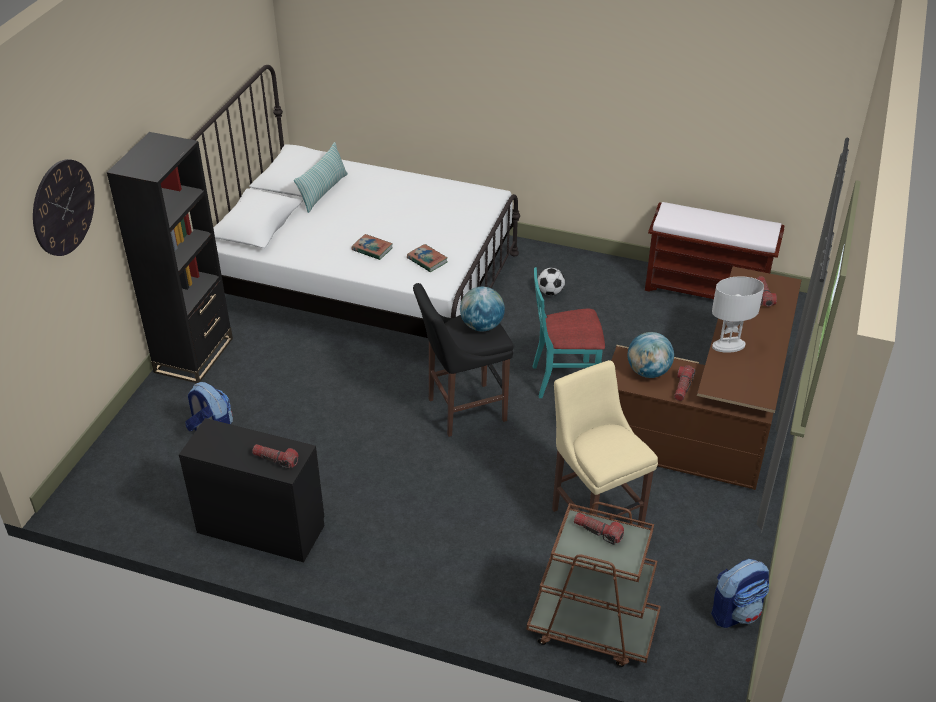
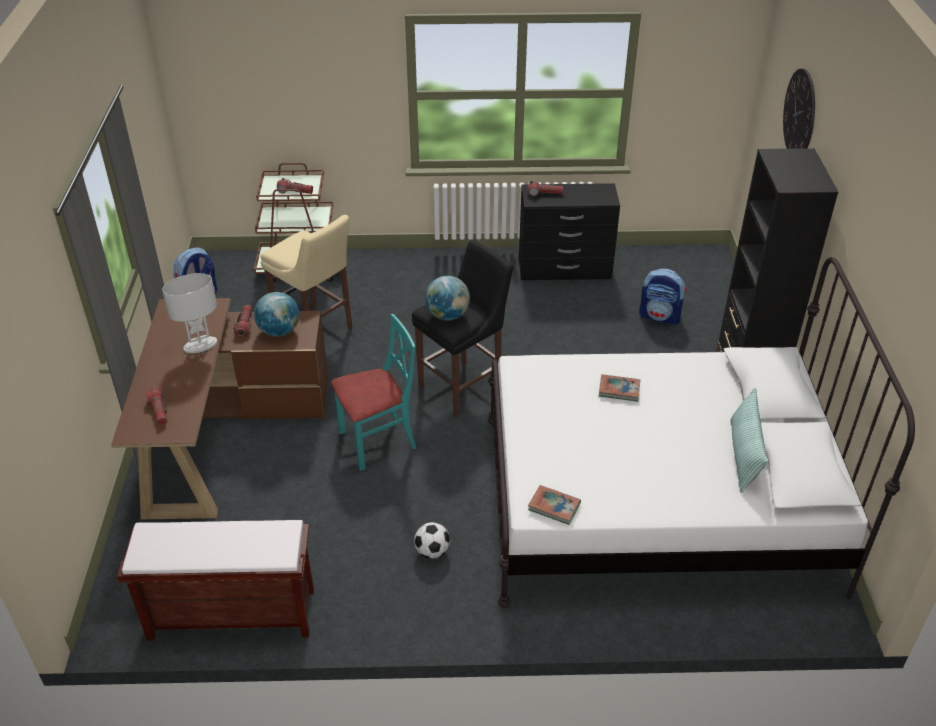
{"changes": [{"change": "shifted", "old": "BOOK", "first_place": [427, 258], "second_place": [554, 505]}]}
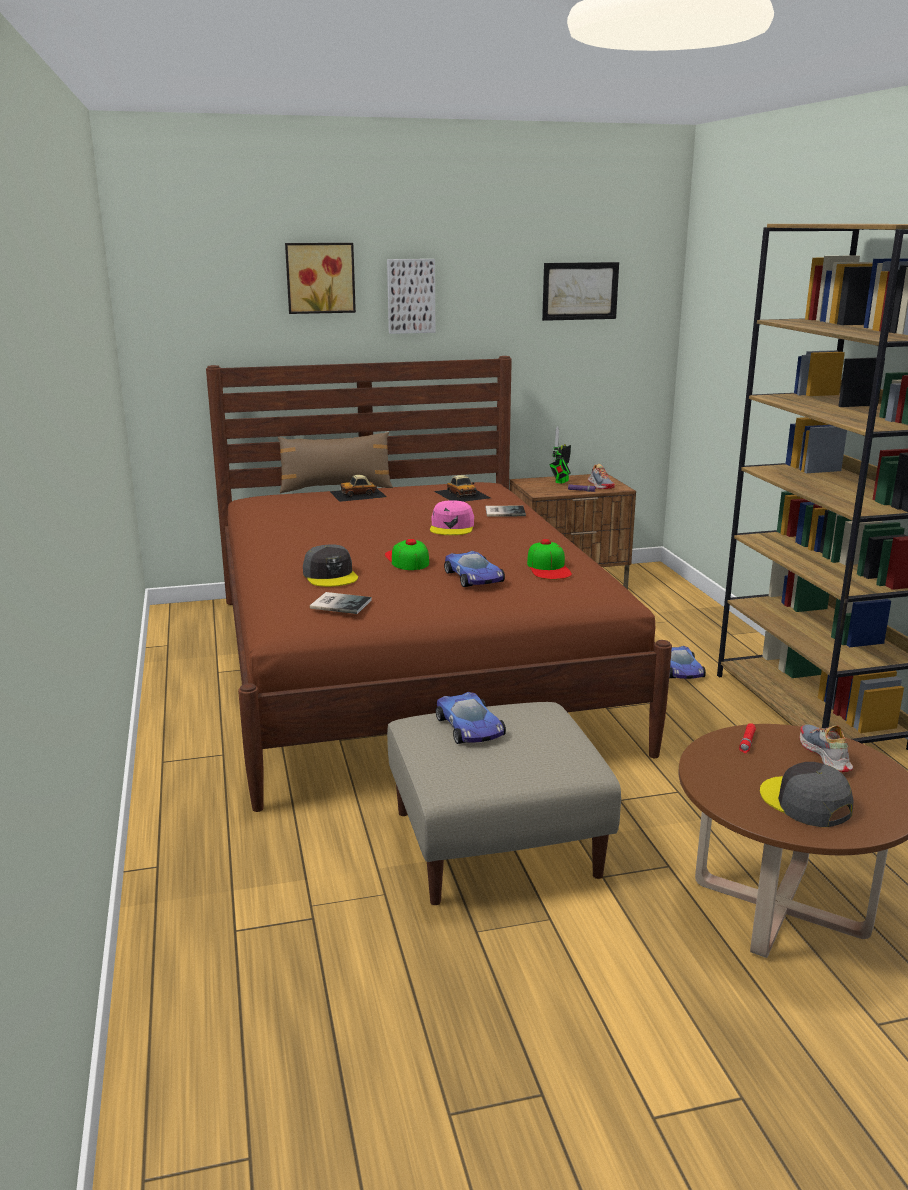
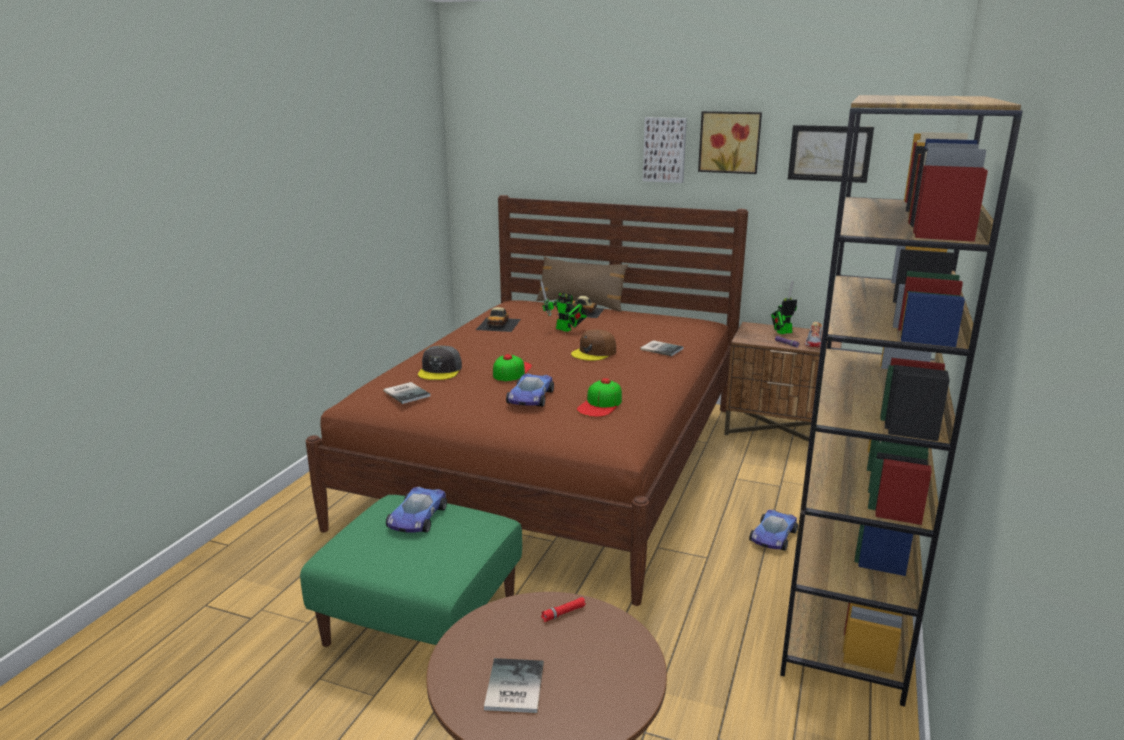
{"changes": [{"change": "shifted", "old": "PICTURE", "first_place": [320, 278], "second_place": [730, 142]}, {"change": "repainted", "old": "BEIGE OTTOMAN", "new": "GREEN OTTOMAN", "first_place": [504, 803], "second_place": [411, 571]}, {"change": "repainted", "old": "PINK CAP", "new": "BROWN CAP", "first_place": [452, 517], "second_place": [593, 345]}, {"change": "shifted", "old": "TOY CAR", "first_place": [462, 488], "second_place": [498, 319]}, {"change": "swapped", "old": "GREY CAP", "new": "BOOK", "first_place": [807, 794], "second_place": [514, 685]}, {"change": "gone", "old": "SHOE", "first_place": [826, 748]}, {"change": "new", "new": "TOY ROBOT", "second_place": [563, 306]}]}
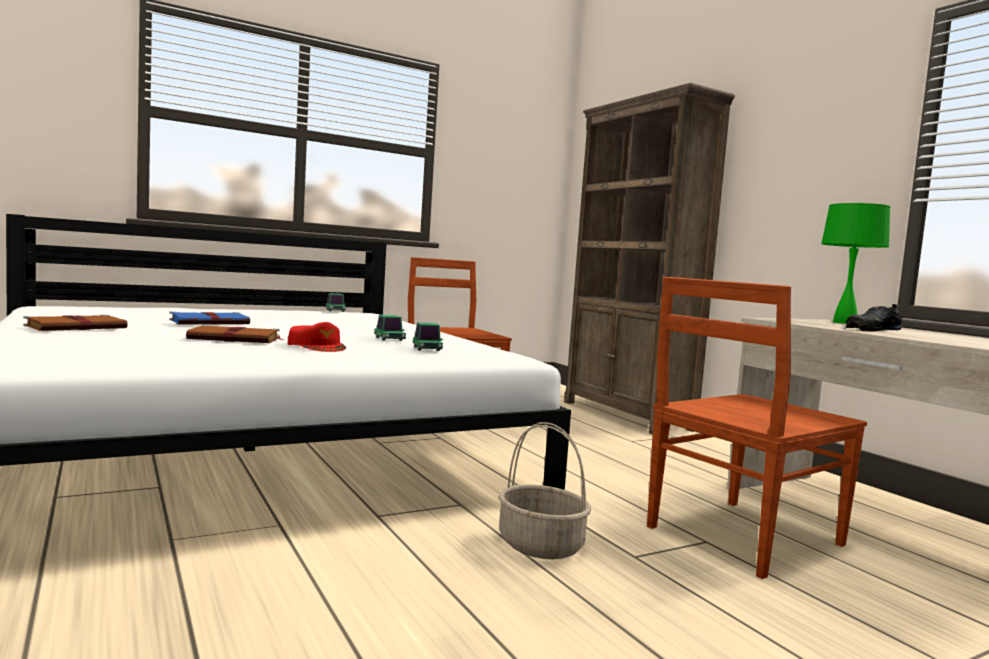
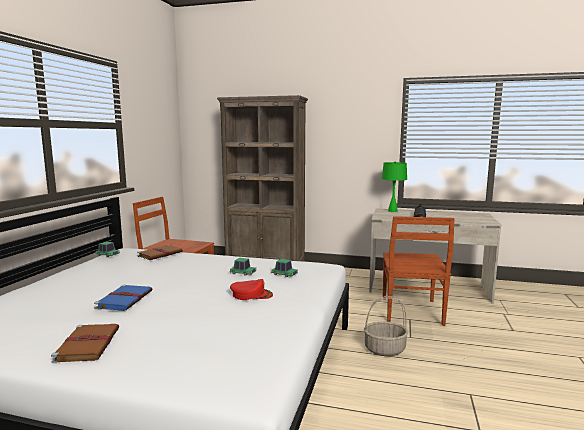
{"changes": [{"change": "shifted", "old": "BROWN BOOK", "first_place": [234, 334], "second_place": [160, 252]}]}
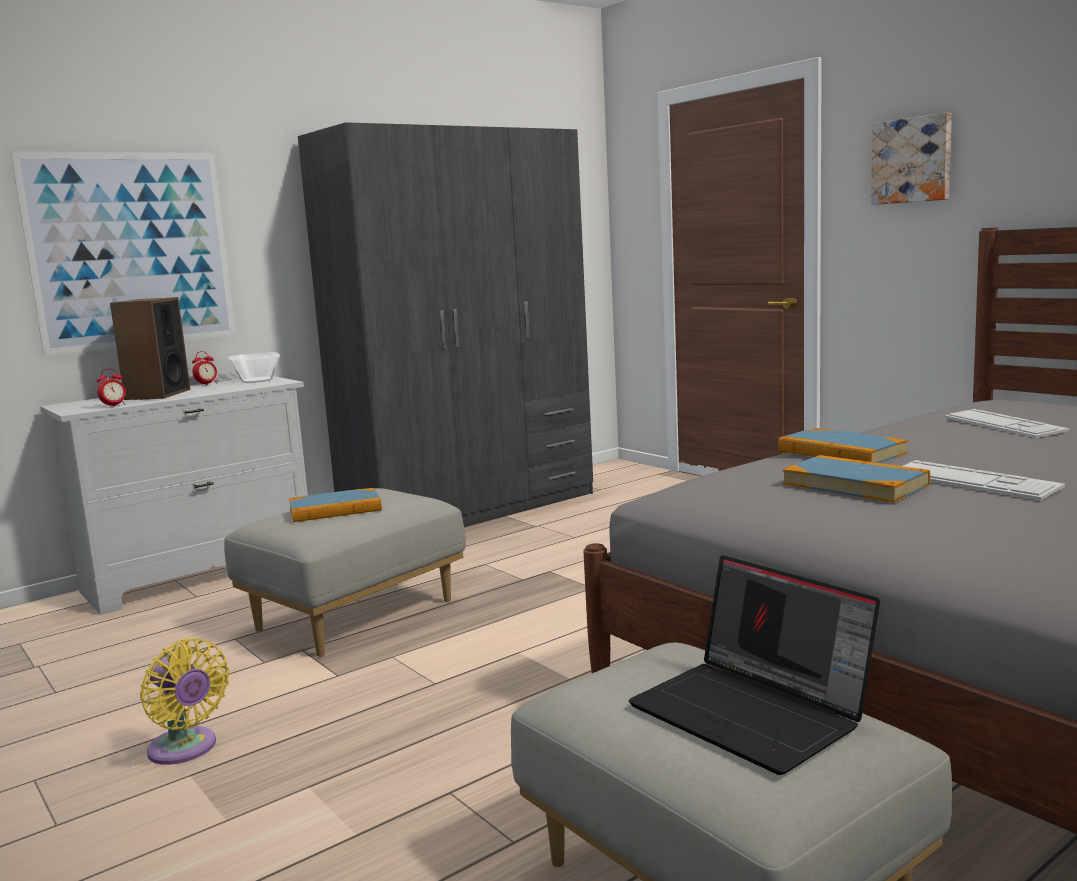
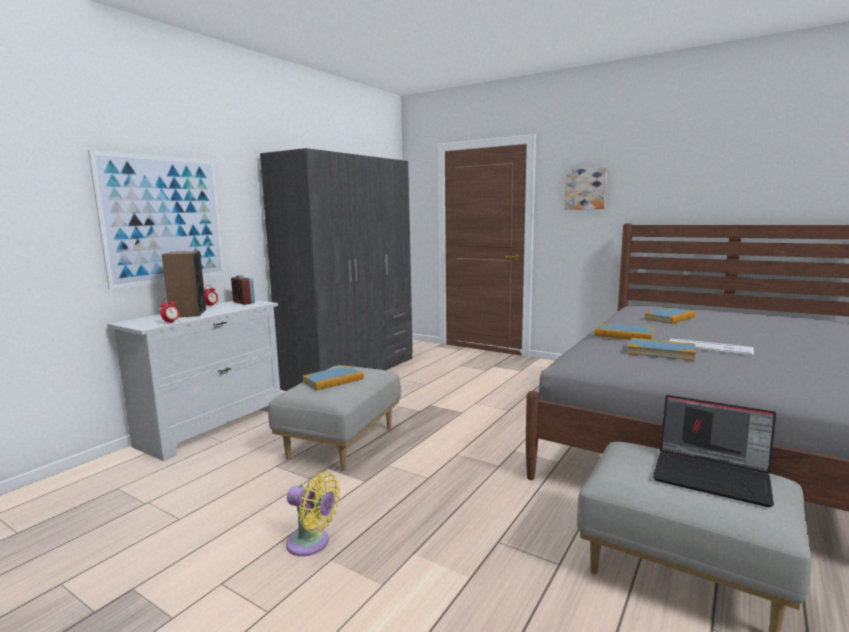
{"changes": [{"change": "swapped", "old": "BOWL", "new": "ALARM CLOCK", "first_place": [254, 367], "second_place": [243, 290]}, {"change": "swapped", "old": "KEYBOARD", "new": "BOOK", "first_place": [1006, 423], "second_place": [670, 316]}]}
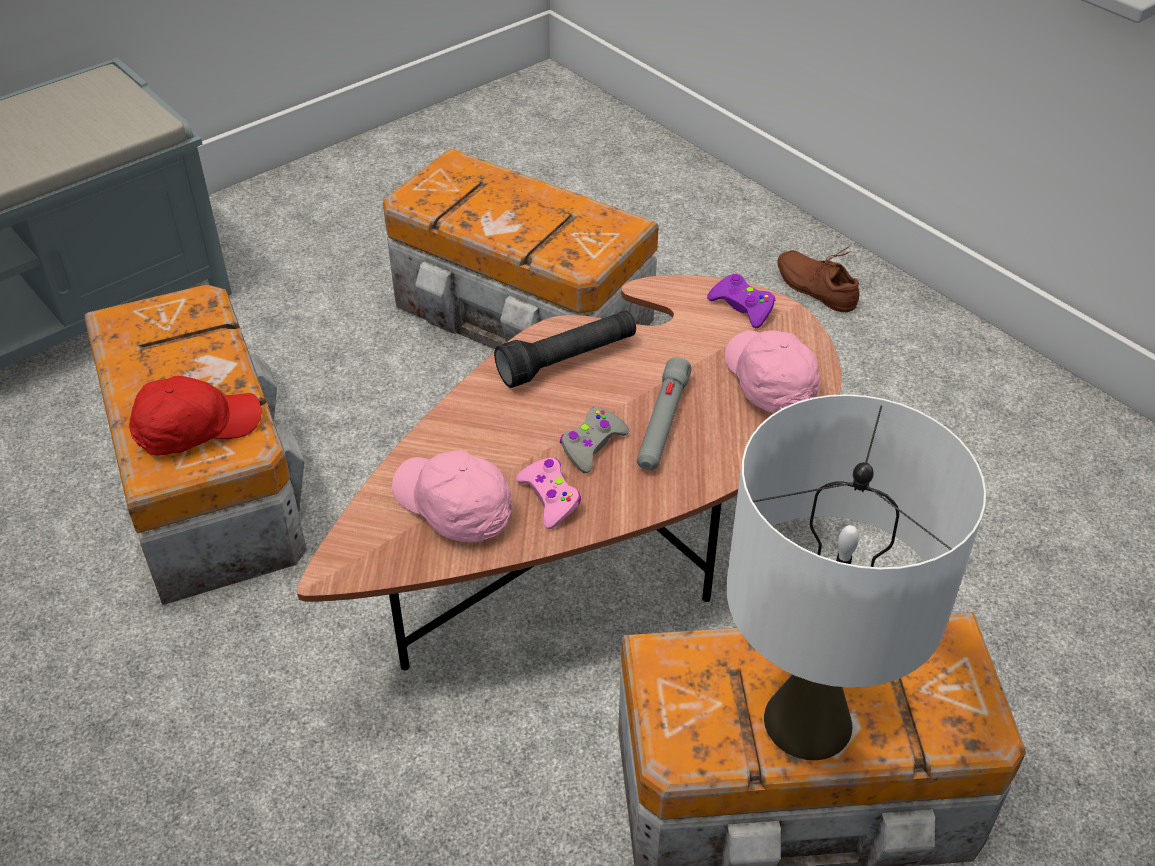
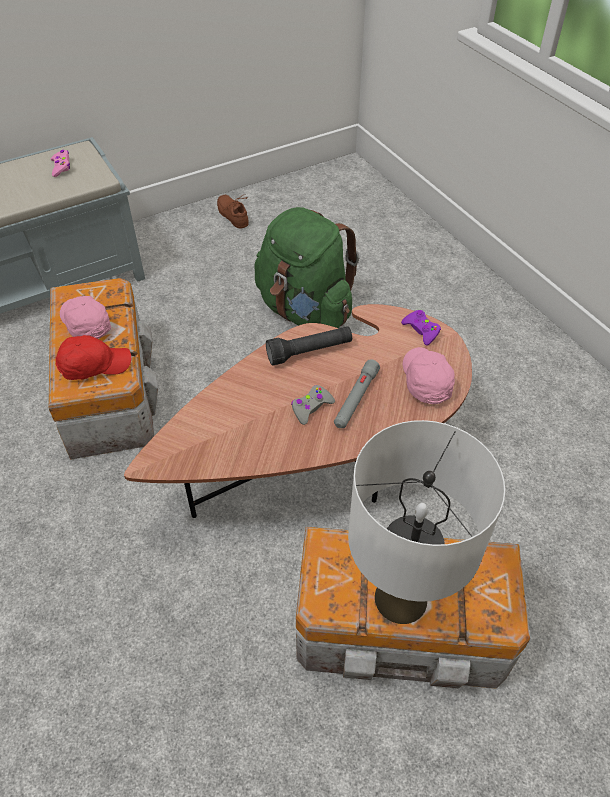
{"changes": [{"change": "swapped", "old": "STORAGE BOX", "new": "GREEN BACKPACK", "first_place": [521, 248], "second_place": [306, 267]}, {"change": "shifted", "old": "PINK CAP", "first_place": [452, 496], "second_place": [85, 317]}, {"change": "shifted", "old": "PINK GAME CONTROLLER", "first_place": [548, 493], "second_place": [60, 163]}, {"change": "shifted", "old": "BROWN SHOE", "first_place": [818, 279], "second_place": [233, 211]}]}
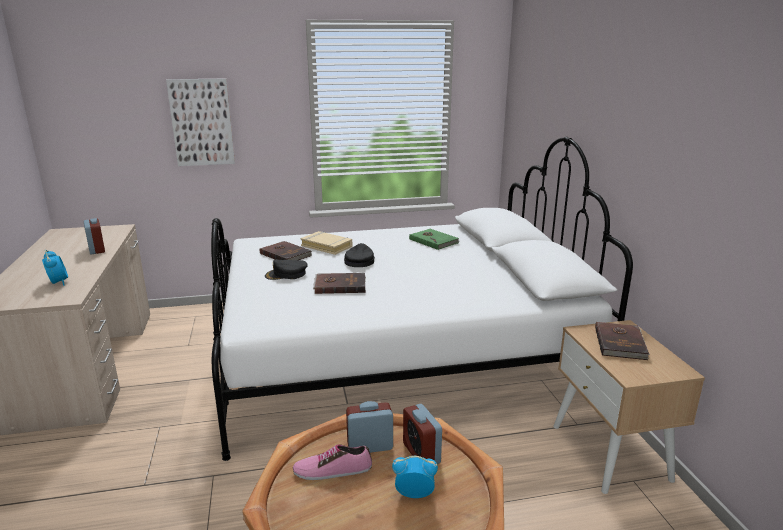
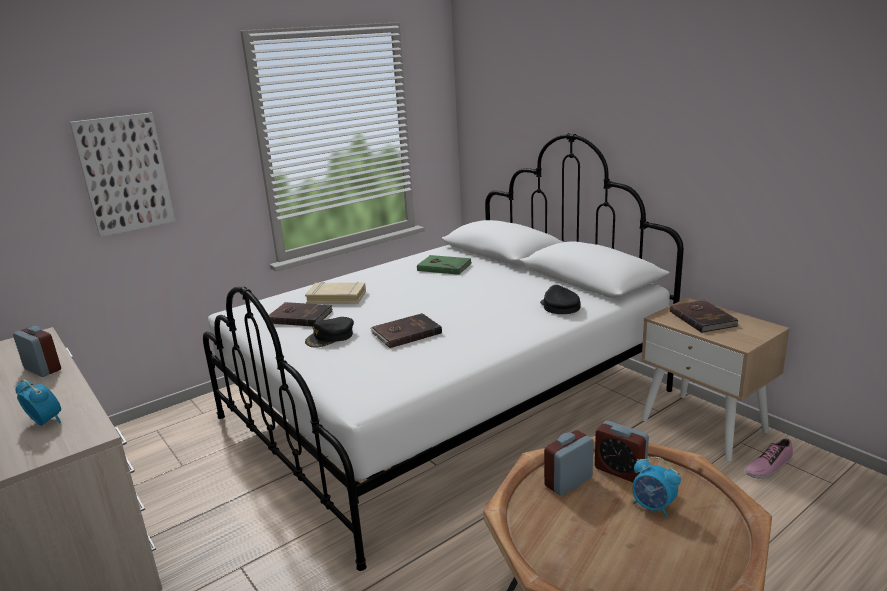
{"changes": [{"change": "shifted", "old": "SHOE", "first_place": [332, 462], "second_place": [769, 459]}, {"change": "shifted", "old": "BLACK CAP", "first_place": [359, 255], "second_place": [560, 299]}, {"change": "rotated", "old": "ALARM CLOCK", "first_place": [415, 477], "second_place": [656, 487], "degrees": -120}]}
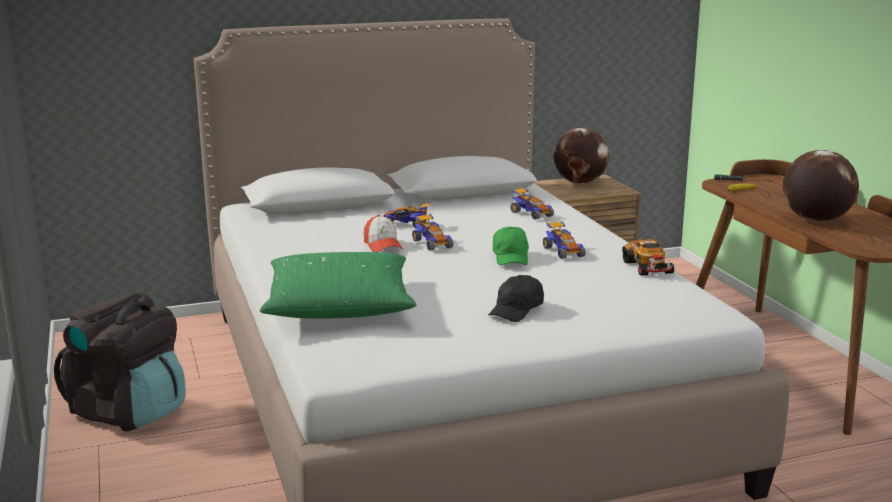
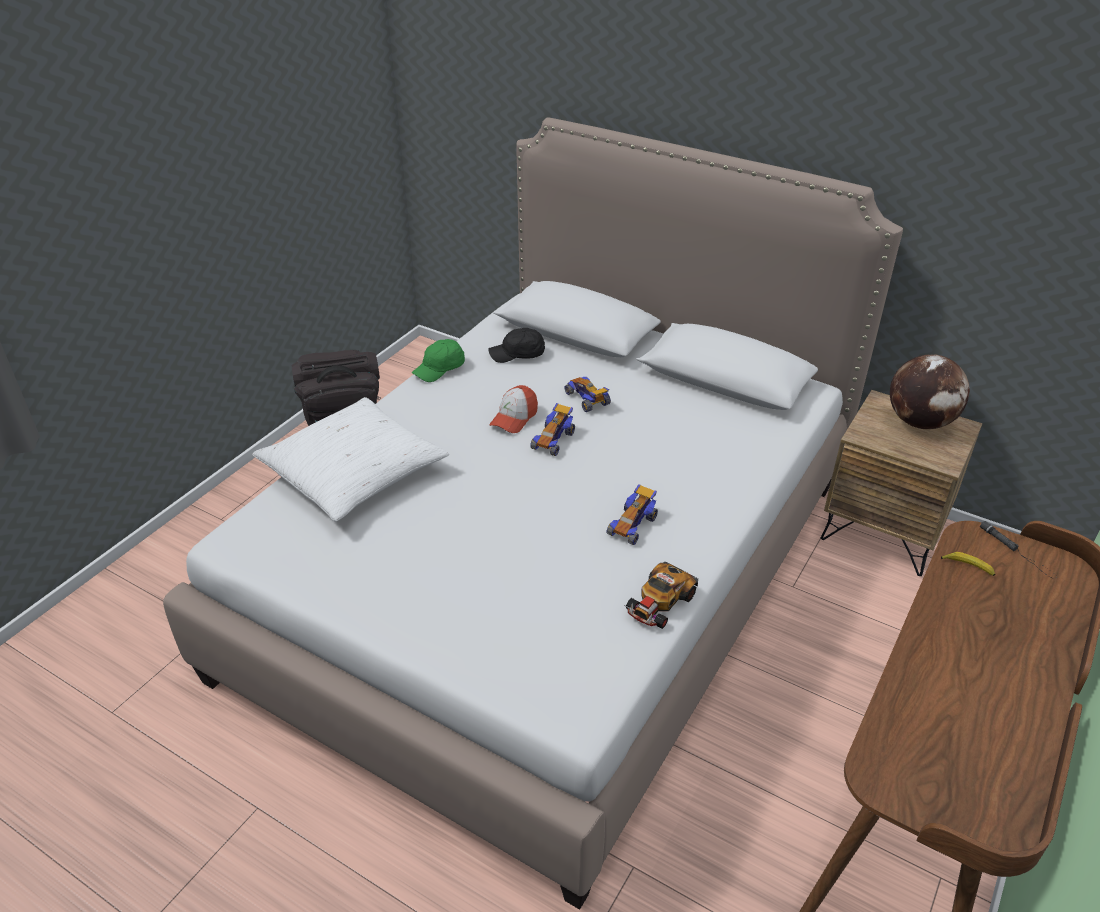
{"changes": [{"change": "repainted", "old": "GREEN PILLOW", "new": "WHITE PILLOW", "first_place": [338, 285], "second_place": [350, 459]}, {"change": "shifted", "old": "BLACK CAP", "first_place": [516, 298], "second_place": [516, 345]}, {"change": "shifted", "old": "GREEN CAP", "first_place": [511, 245], "second_place": [438, 360]}, {"change": "gone", "old": "TOY CAR", "first_place": [532, 203]}, {"change": "gone", "old": "GLOBE", "first_place": [821, 186]}]}
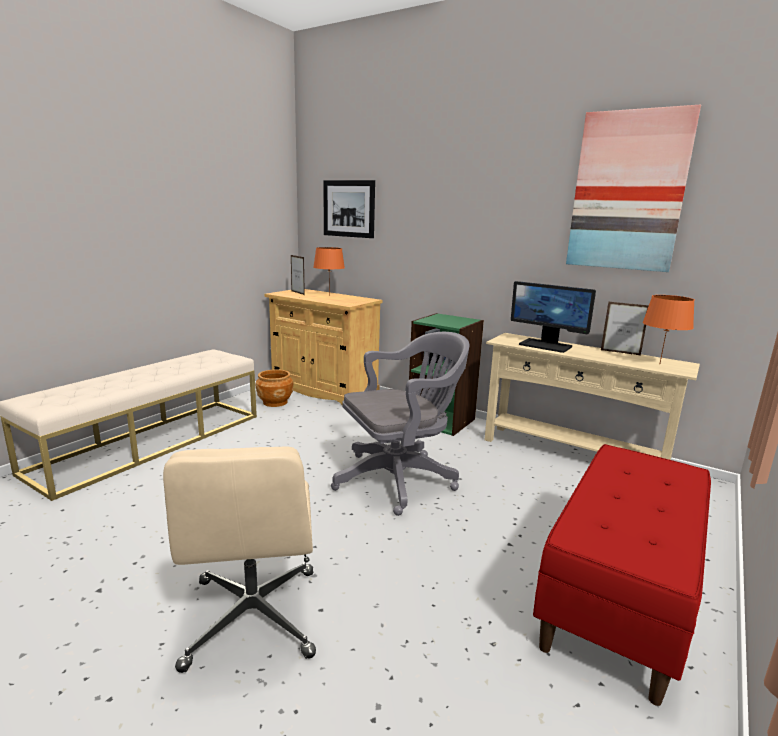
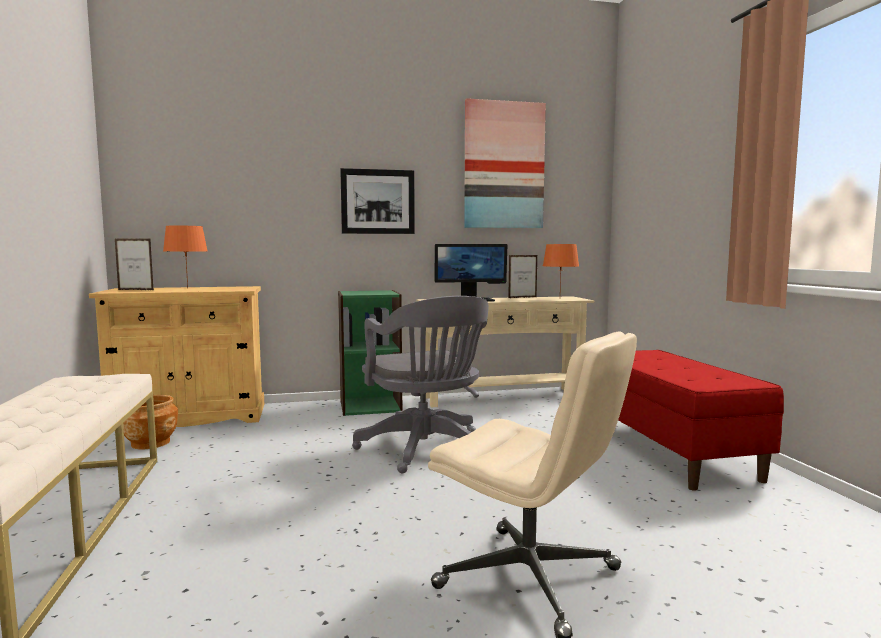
{"changes": [{"change": "shifted", "old": "PICTURE", "first_place": [349, 209], "second_place": [377, 201]}, {"change": "rotated", "old": "GREY OFFICE CHAIR", "first_place": [400, 424], "second_place": [420, 384], "degrees": 135}]}
